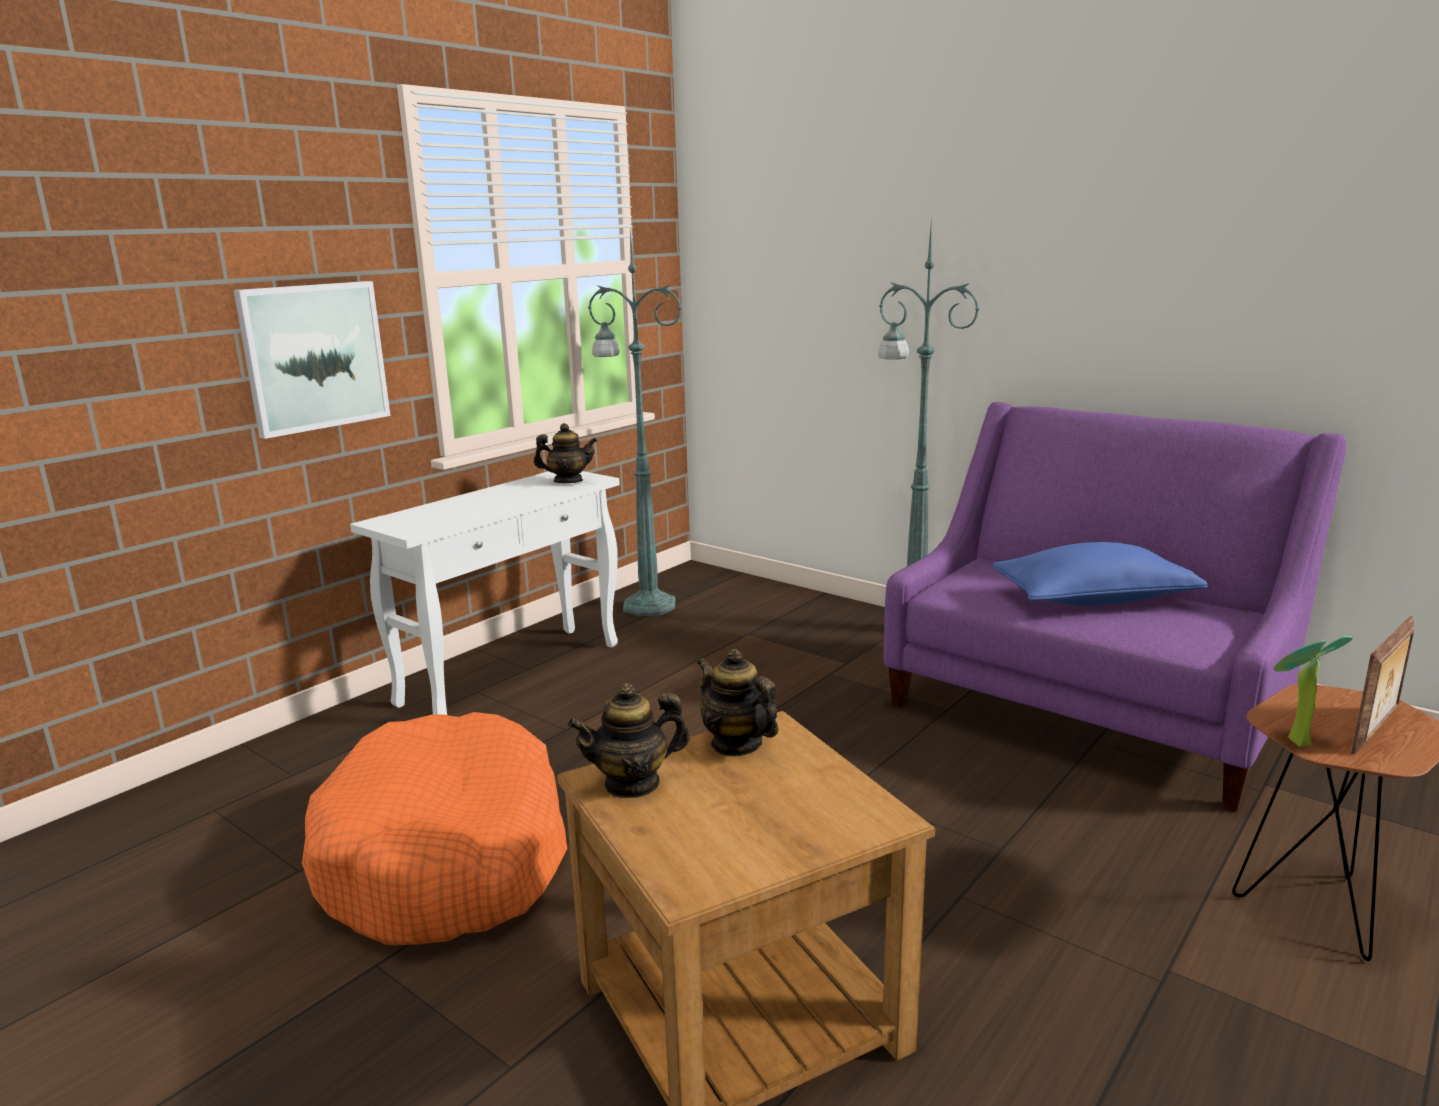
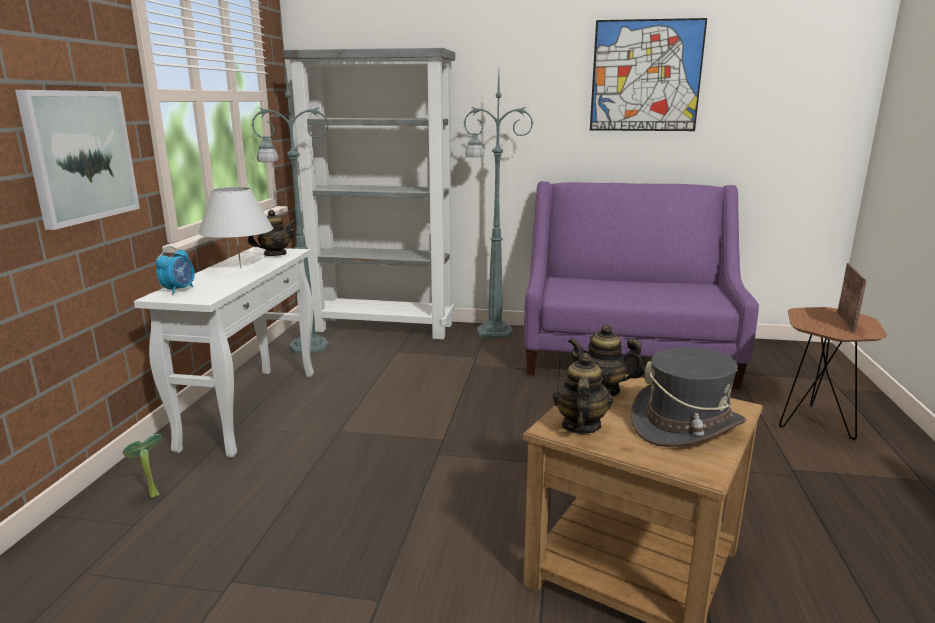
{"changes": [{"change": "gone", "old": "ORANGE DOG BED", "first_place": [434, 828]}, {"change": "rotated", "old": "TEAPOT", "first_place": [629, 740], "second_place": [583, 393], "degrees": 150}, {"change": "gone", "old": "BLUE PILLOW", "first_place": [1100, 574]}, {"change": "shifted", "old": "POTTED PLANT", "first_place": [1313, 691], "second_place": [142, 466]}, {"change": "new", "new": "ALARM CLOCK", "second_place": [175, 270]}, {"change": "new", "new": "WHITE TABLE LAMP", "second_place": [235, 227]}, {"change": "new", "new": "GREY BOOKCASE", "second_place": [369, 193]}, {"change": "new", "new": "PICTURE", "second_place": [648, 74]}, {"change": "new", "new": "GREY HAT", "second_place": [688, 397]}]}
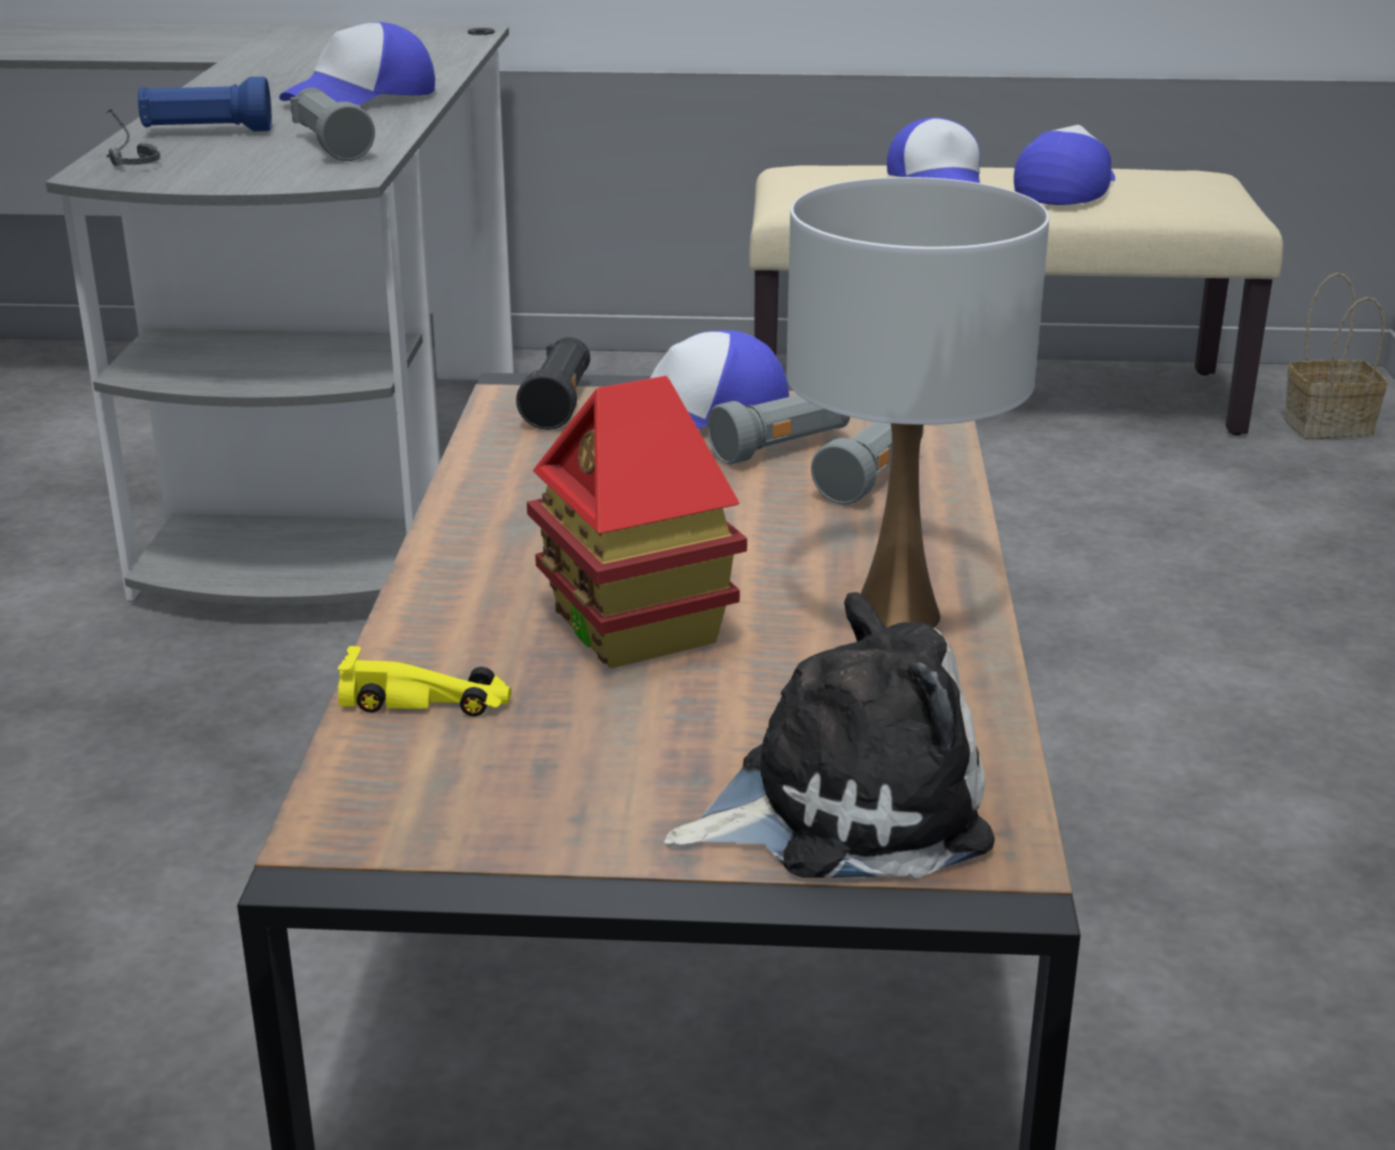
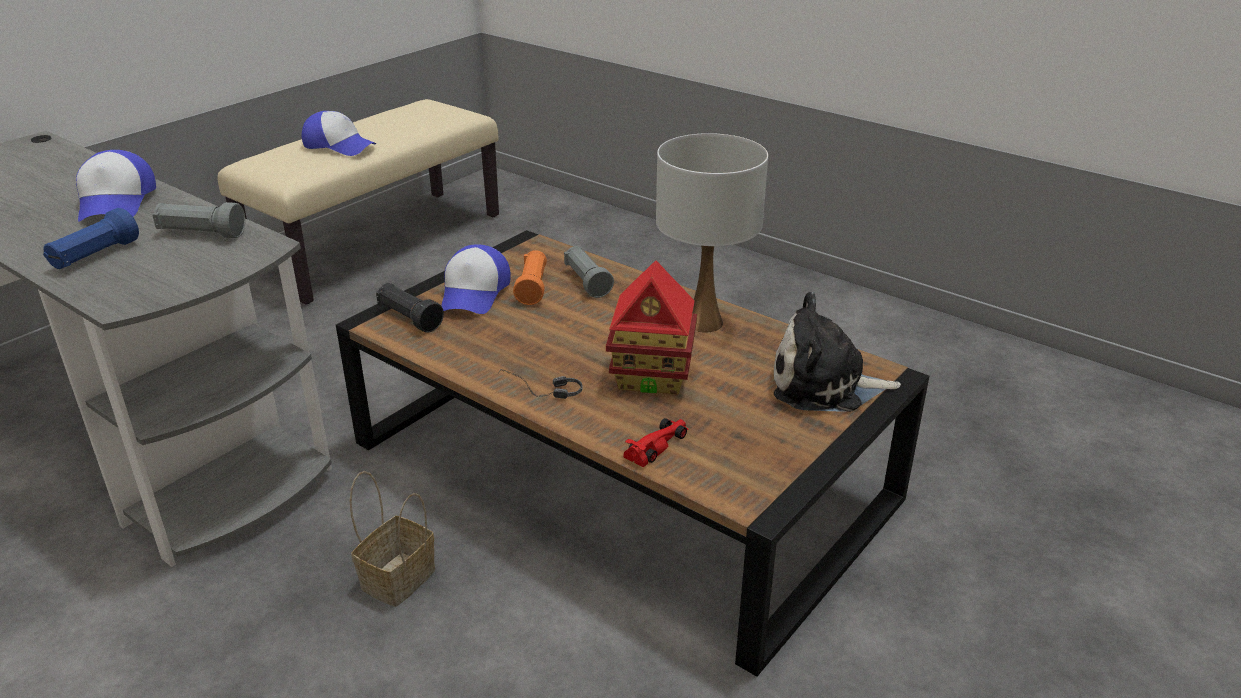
{"changes": [{"change": "shifted", "old": "HEADPHONES", "first_place": [132, 137], "second_place": [540, 384]}, {"change": "repainted", "old": "YELLOW TOY CAR", "new": "RED TOY CAR", "first_place": [424, 681], "second_place": [656, 442]}, {"change": "rotated", "old": "PLUSH TOY", "first_place": [829, 735], "second_place": [837, 352], "degrees": -105}, {"change": "repainted", "old": "GREY FLASHLIGHT", "new": "ORANGE FLASHLIGHT", "first_place": [778, 429], "second_place": [530, 277]}, {"change": "gone", "old": "CAP", "first_place": [1064, 165]}, {"change": "shifted", "old": "BASKET", "first_place": [1335, 356], "second_place": [392, 539]}]}
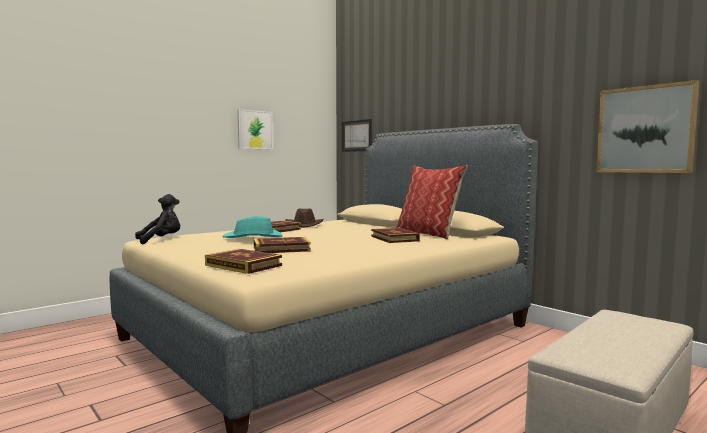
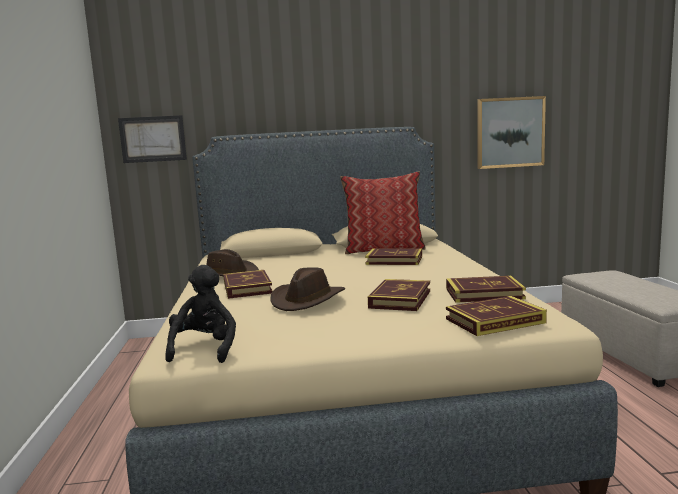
{"changes": [{"change": "repainted", "old": "TURQUOISE HAT", "new": "BROWN HAT", "first_place": [252, 227], "second_place": [308, 289]}, {"change": "gone", "old": "PICTURE", "first_place": [255, 129]}, {"change": "new", "new": "BOOK", "second_place": [486, 289]}]}
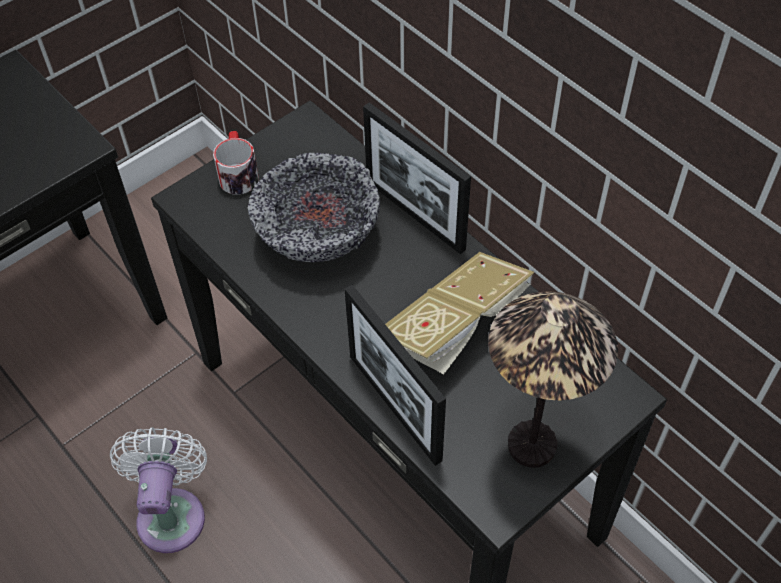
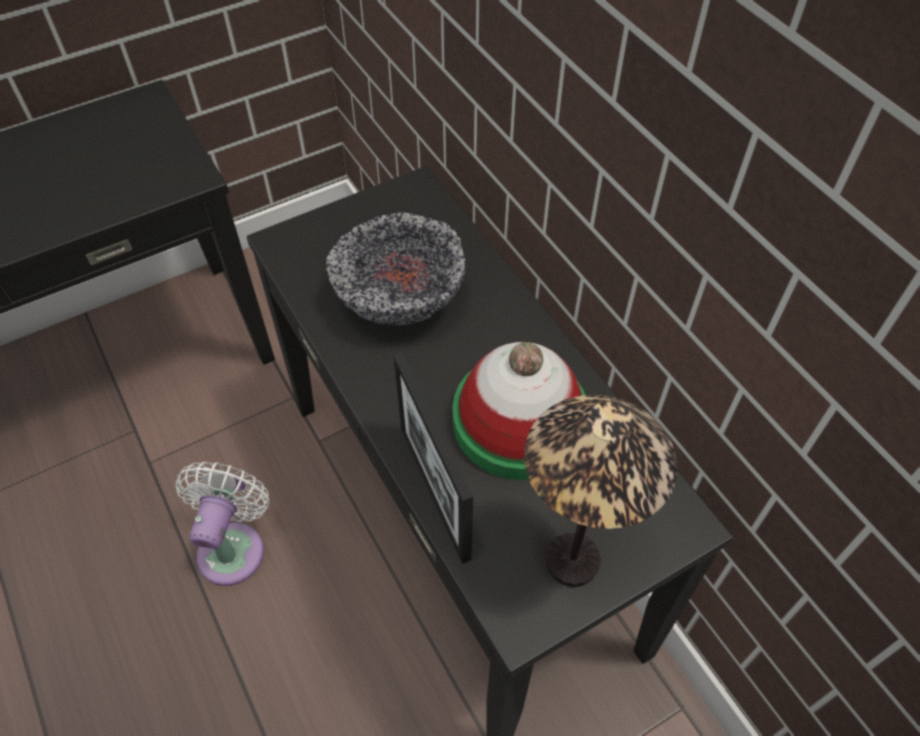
{"changes": [{"change": "gone", "old": "MUG", "first_place": [236, 163]}, {"change": "gone", "old": "PICTURE FRAME", "first_place": [417, 178]}, {"change": "swapped", "old": "BOOK", "new": "HAT", "first_place": [459, 313], "second_place": [519, 411]}]}
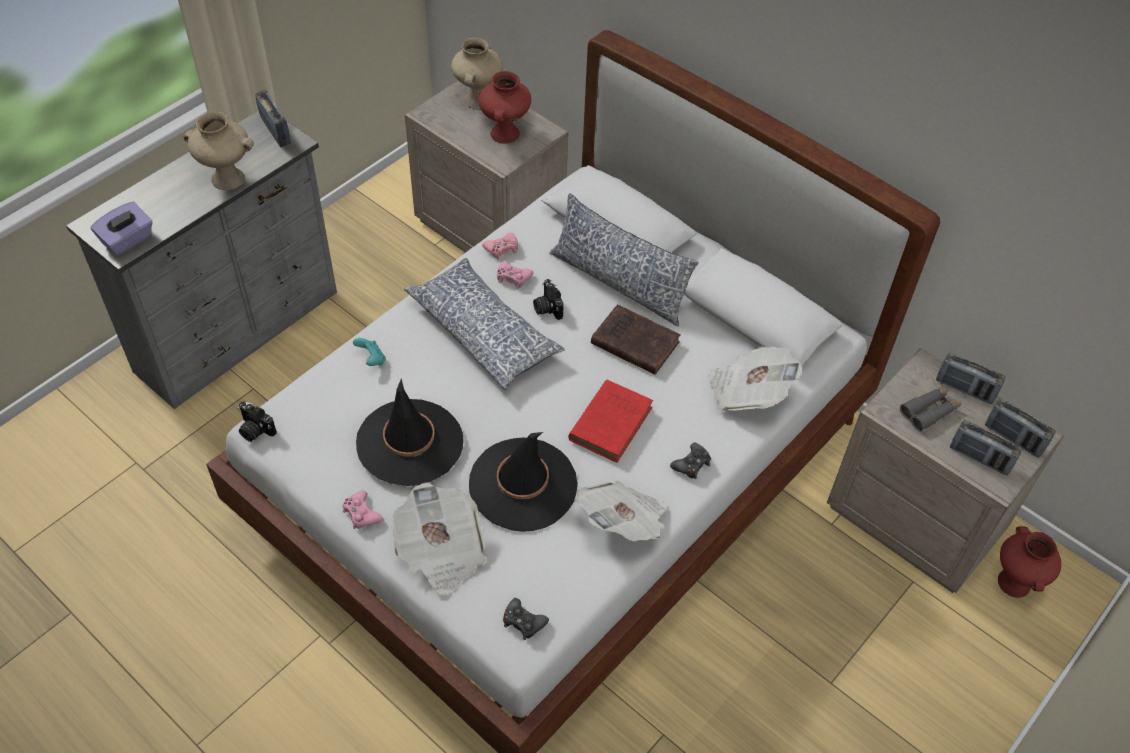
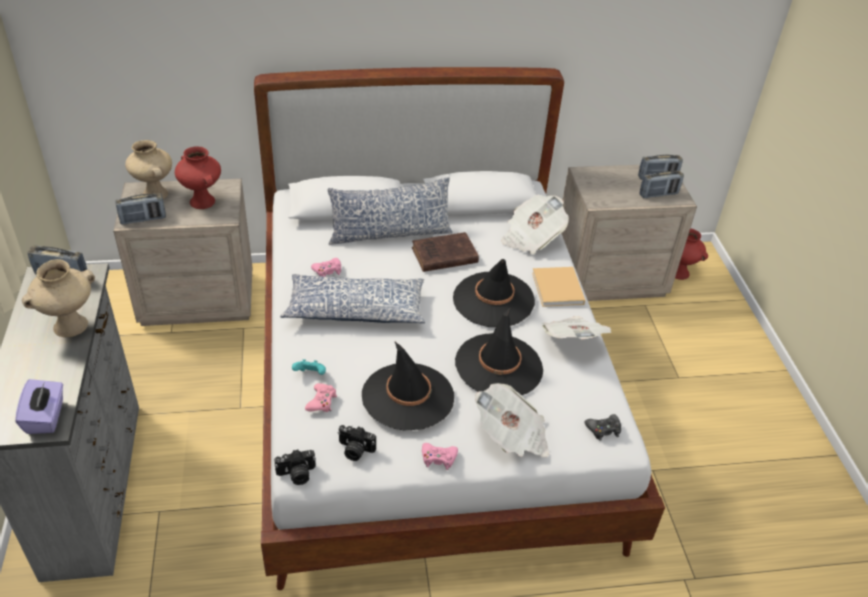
{"changes": [{"change": "shifted", "old": "PINK GAME CONTROLLER", "first_place": [500, 246], "second_place": [321, 397]}, {"change": "shifted", "old": "PHOTO CAMERA", "first_place": [548, 299], "second_place": [357, 443]}, {"change": "swapped", "old": "RED BOOK", "new": "BLACK HAT", "first_place": [610, 421], "second_place": [494, 293]}, {"change": "swapped", "old": "BLACK GAME CONTROLLER", "new": "BEIGE BOOK", "first_place": [690, 460], "second_place": [558, 287]}, {"change": "gone", "old": "GREY BINOCULARS", "first_place": [930, 408]}, {"change": "shifted", "old": "RADIO", "first_place": [970, 378], "second_place": [140, 209]}]}
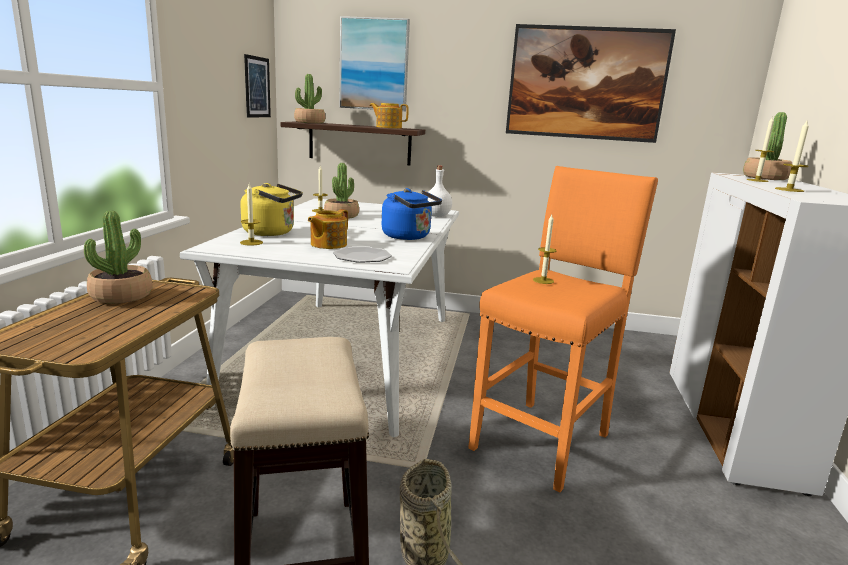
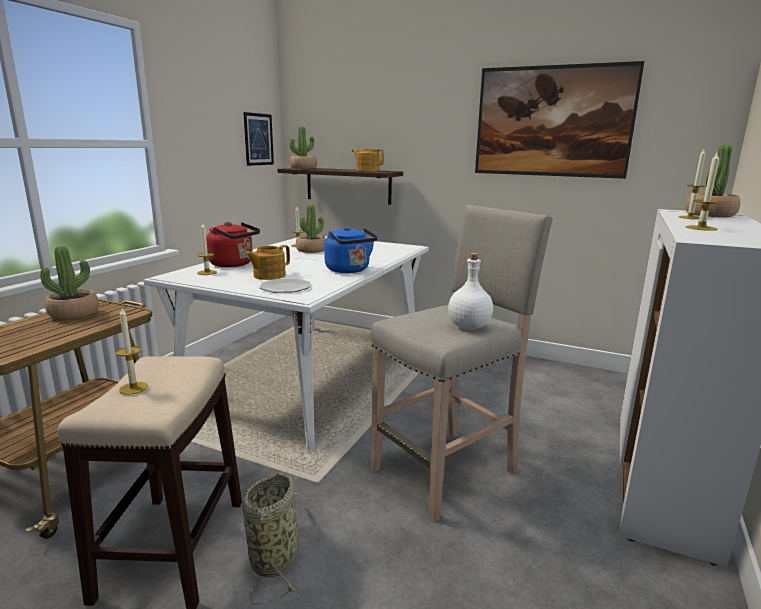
{"changes": [{"change": "repainted", "old": "YELLOW KETTLE", "new": "RED KETTLE", "first_place": [271, 209], "second_place": [233, 244]}, {"change": "gone", "old": "PICTURE", "first_place": [374, 63]}, {"change": "shifted", "old": "WHITE BOTTLE", "first_place": [439, 191], "second_place": [470, 291]}, {"change": "repainted", "old": "ORANGE STOOL", "new": "BEIGE STOOL", "first_place": [563, 329], "second_place": [461, 363]}, {"change": "shifted", "old": "CANDLE", "first_place": [544, 249], "second_place": [132, 351]}]}
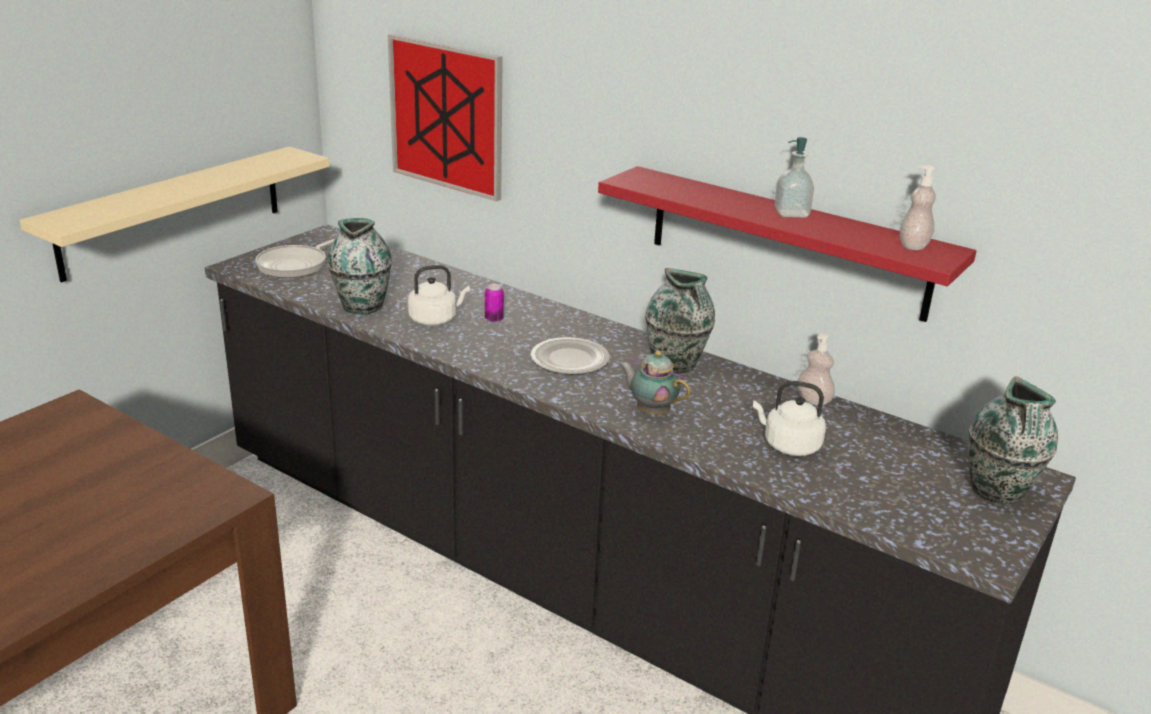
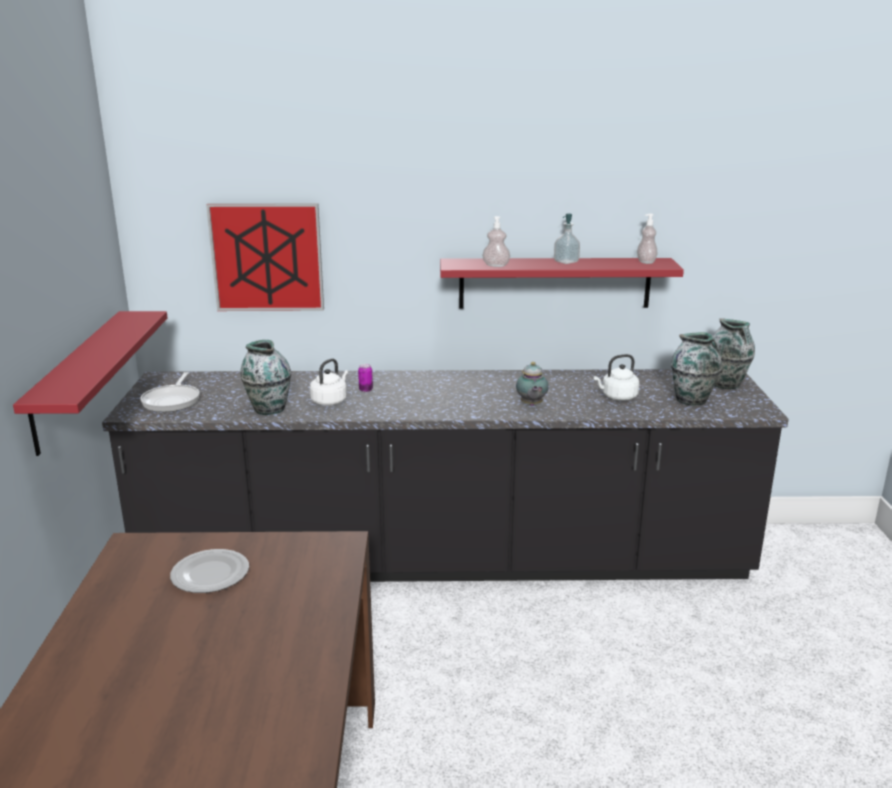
{"changes": [{"change": "repainted", "old": "BEIGE SHELF", "new": "RED SHELF", "first_place": [174, 214], "second_place": [90, 383]}, {"change": "shifted", "old": "PLATE", "first_place": [570, 356], "second_place": [209, 571]}, {"change": "rotated", "old": "TEAPOT", "first_place": [655, 383], "second_place": [532, 384], "degrees": -90}, {"change": "shifted", "old": "VASE", "first_place": [680, 320], "second_place": [696, 369]}, {"change": "shifted", "old": "SOAP DISPENSER", "first_place": [816, 369], "second_place": [496, 241]}]}
